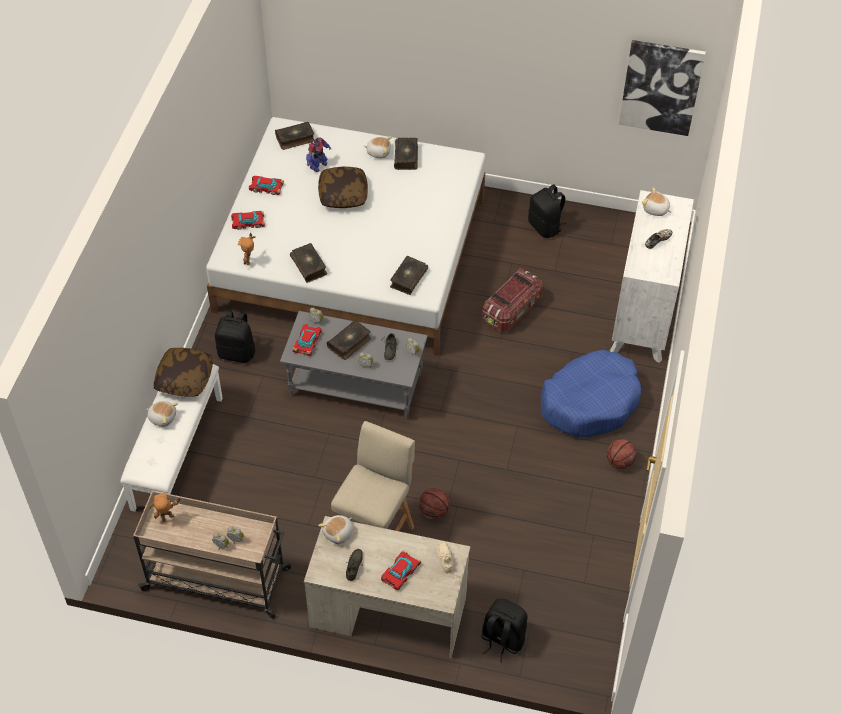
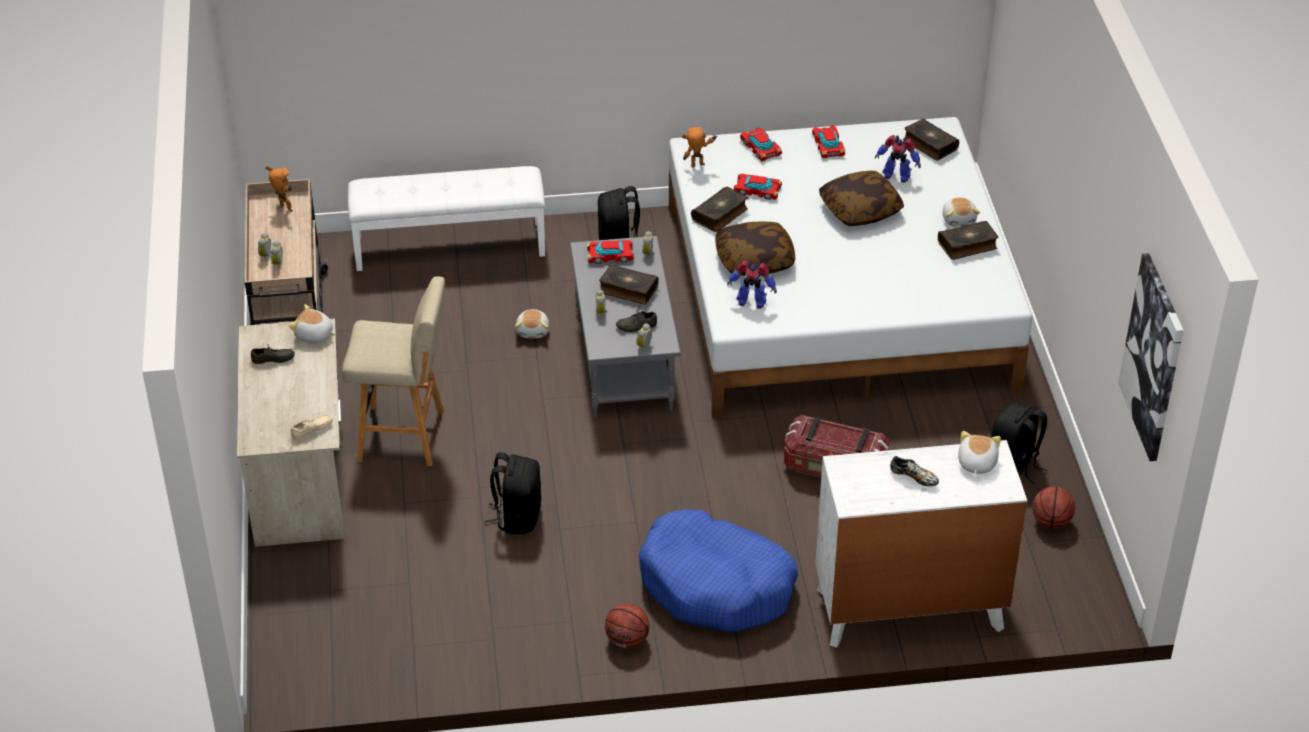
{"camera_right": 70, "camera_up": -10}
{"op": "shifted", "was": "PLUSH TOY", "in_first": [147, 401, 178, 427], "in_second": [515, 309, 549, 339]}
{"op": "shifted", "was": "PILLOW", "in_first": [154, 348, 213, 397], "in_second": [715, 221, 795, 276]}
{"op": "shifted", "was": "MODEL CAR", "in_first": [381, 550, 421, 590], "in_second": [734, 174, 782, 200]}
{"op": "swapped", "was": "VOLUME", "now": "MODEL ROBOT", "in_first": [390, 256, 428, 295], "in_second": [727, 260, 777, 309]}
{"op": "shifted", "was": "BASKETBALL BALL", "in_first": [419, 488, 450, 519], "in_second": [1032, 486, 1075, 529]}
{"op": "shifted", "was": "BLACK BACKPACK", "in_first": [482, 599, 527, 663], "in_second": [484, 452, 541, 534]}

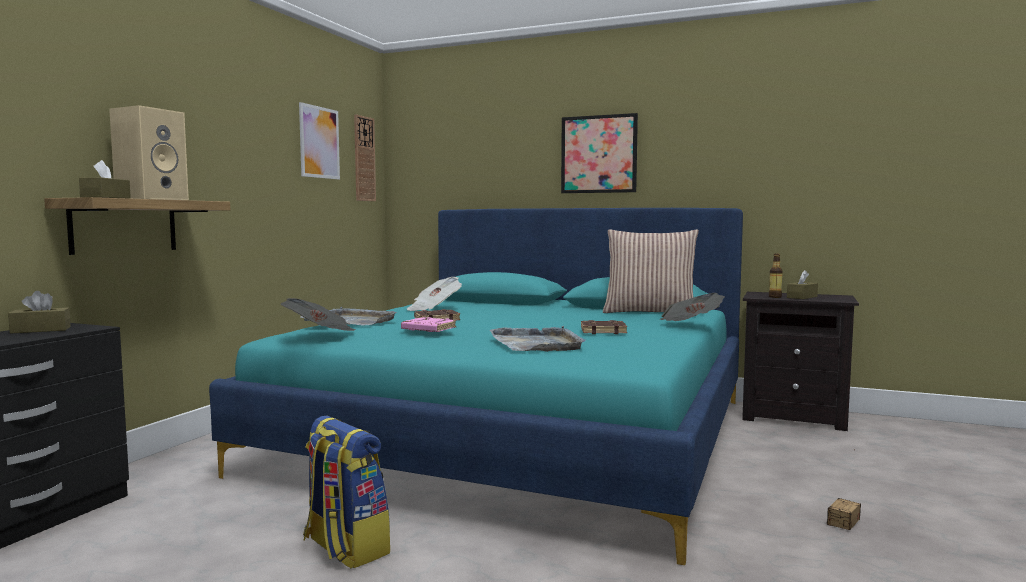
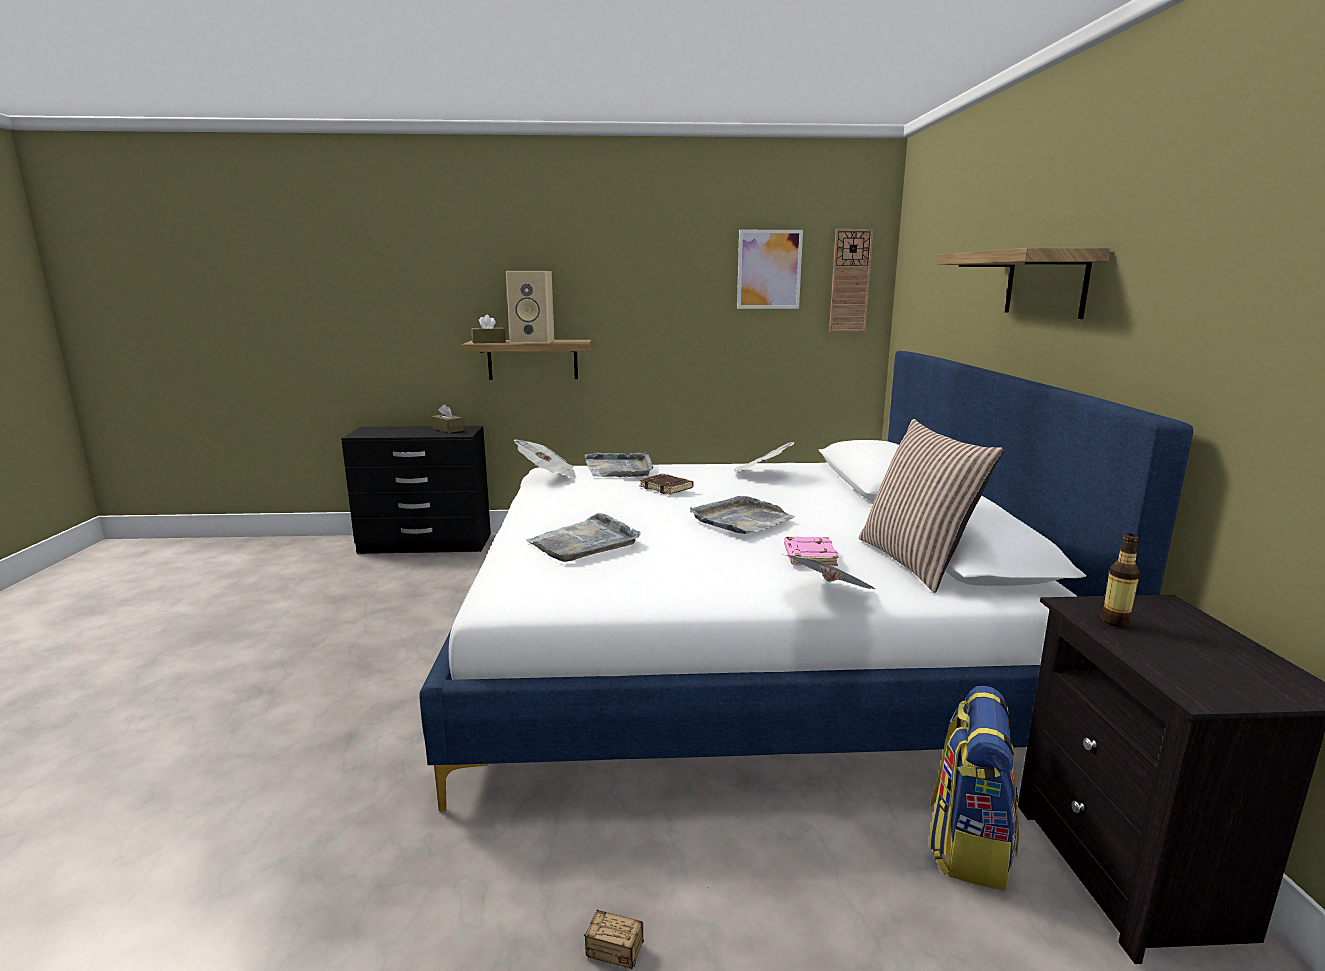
{"camera_right": 65, "camera_up": 10}
{"op": "repainted", "was": "BLUE-GREEN BEDROOM BED", "now": "WHITE-COLOURED BEDROOM BED", "in_first": [209, 208, 743, 565], "in_second": [419, 351, 1194, 811]}
{"op": "shifted", "was": "BACKPACK", "in_first": [303, 415, 390, 569], "in_second": [929, 686, 1019, 891]}
{"op": "shifted", "was": "PINK VOLUME", "in_first": [401, 317, 456, 332], "in_second": [784, 537, 839, 566]}
{"op": "swapped", "was": "WALL ART", "now": "BRACKET SHELF", "in_first": [561, 113, 638, 193], "in_second": [937, 248, 1110, 319]}
{"op": "gone", "was": "BROWN VOLUME", "in_first": [581, 320, 627, 334]}
{"op": "gone", "was": "BROWN TISSUE BOX", "in_first": [787, 270, 818, 299]}
{"op": "new", "now": "GREYISH SERVING TRAY", "in_second": [690, 496, 795, 534]}

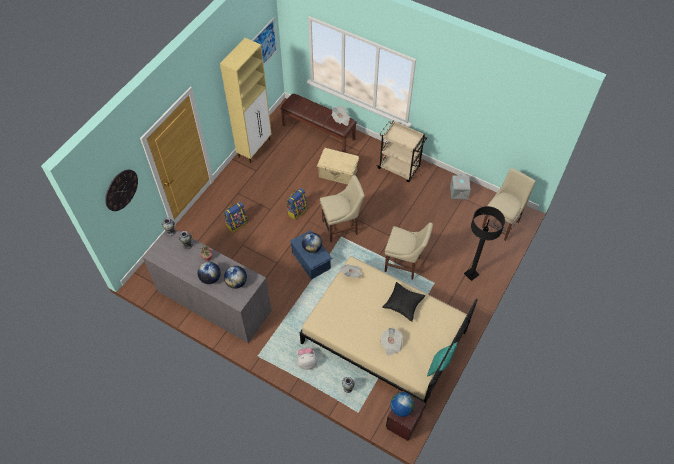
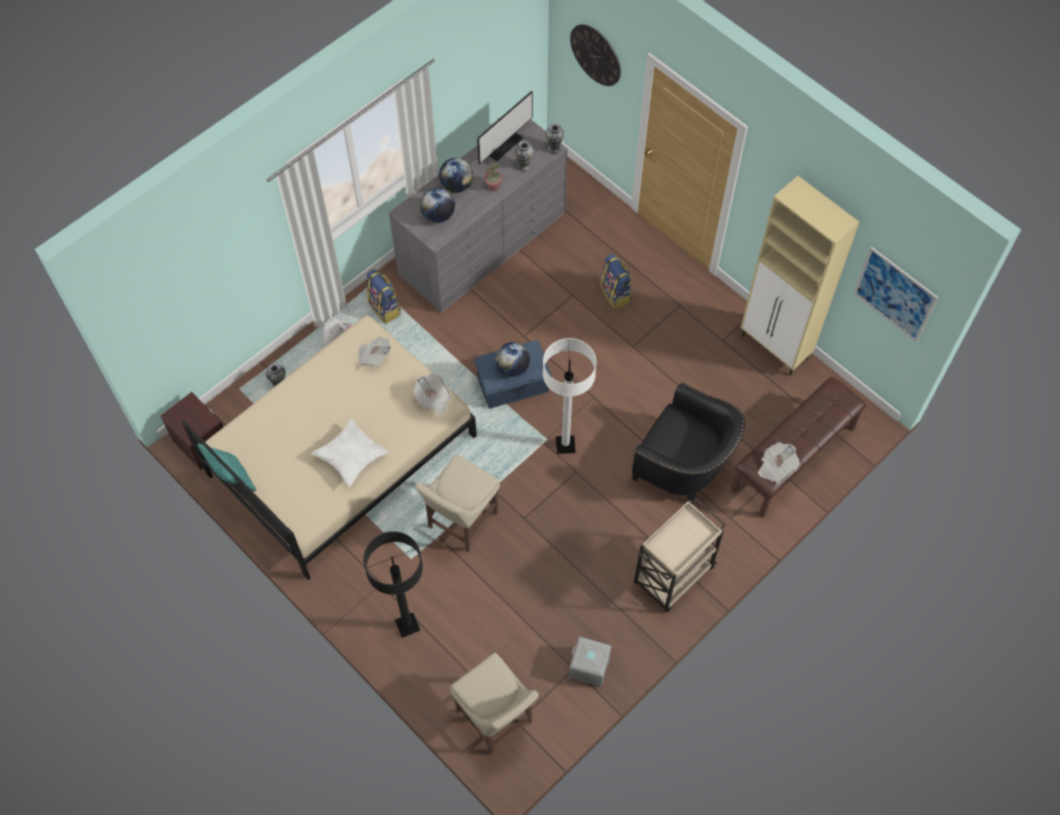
{"camera_right": 105, "camera_up": 5}
{"op": "shifted", "was": "BACKPACK", "in_first": [287, 188, 307, 220], "in_second": [367, 269, 401, 324]}
{"op": "swapped", "was": "BEIGE-COLOURED STORAGE BOX", "now": "BLACK ARMCHAIR", "in_first": [317, 148, 359, 185], "in_second": [632, 382, 745, 502]}
{"op": "swapped", "was": "BEIGE-COLOURED UPRIGHT CHAIR", "now": "WHITE-COLOURED STANDING LAMP", "in_first": [320, 175, 365, 242], "in_second": [543, 338, 596, 454]}
{"op": "shifted", "was": "DAILY PAPER", "in_first": [380, 327, 403, 356], "in_second": [358, 337, 391, 366]}
{"op": "repainted", "was": "BLACK PILLOW", "now": "WHITE-COLOURED PILLOW", "in_first": [382, 282, 425, 322], "in_second": [311, 418, 389, 487]}
{"op": "gone", "was": "DESK GLOBE", "in_first": [391, 392, 415, 417]}
{"op": "new", "now": "COMPUTER DISPLAY", "in_second": [477, 91, 533, 164]}

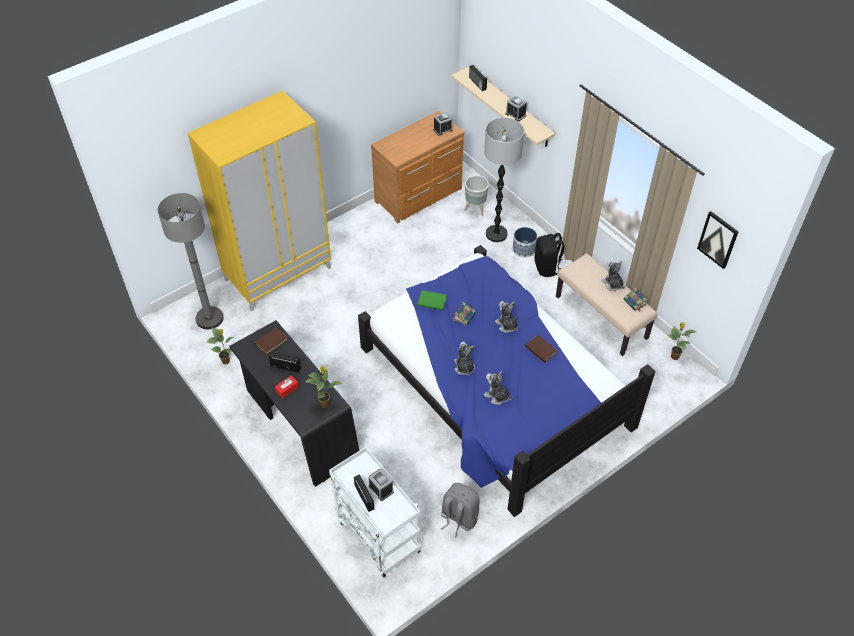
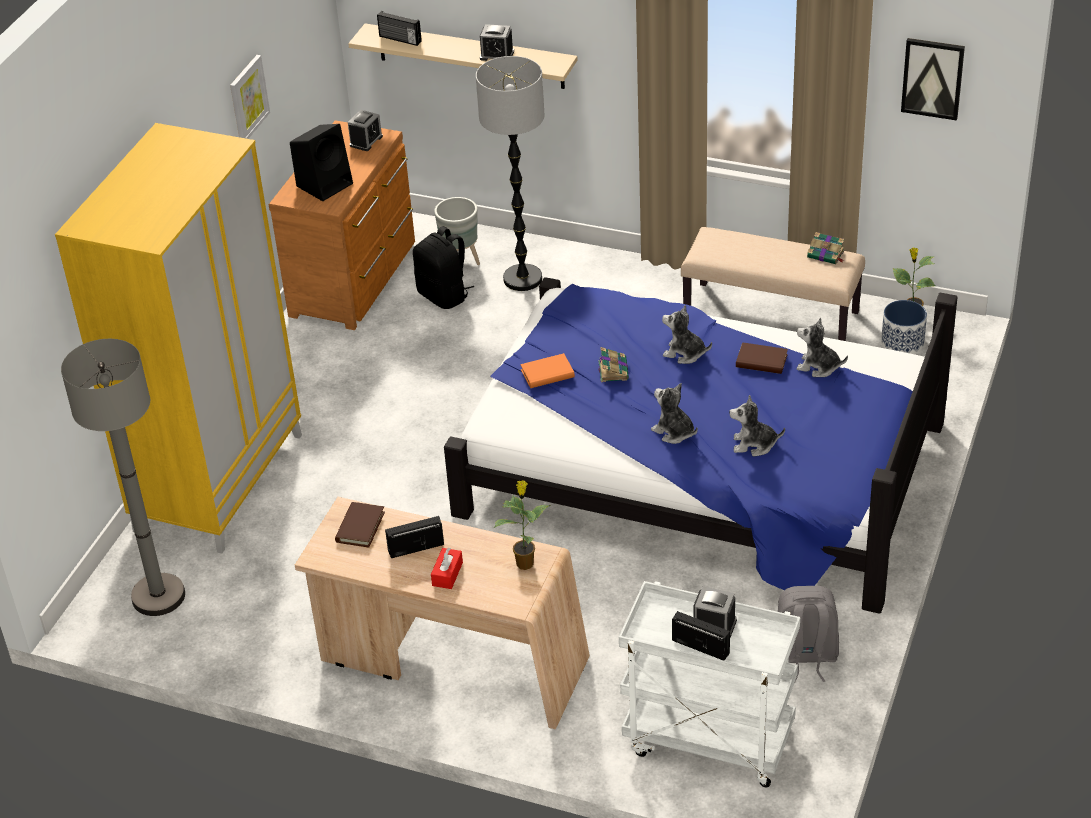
{"camera_right": -30, "camera_up": -10}
{"op": "gone", "was": "POTTED PLANT", "in_first": [206, 328, 234, 365]}
{"op": "repainted", "was": "BLACK DESK TABLE", "now": "BEIGE-COLOURED DESK TABLE", "in_first": [229, 320, 359, 487], "in_second": [295, 497, 590, 729]}
{"op": "repainted", "was": "GREEN-COLOURED VOLUME", "now": "ORANGE-COLOURED VOLUME", "in_first": [418, 290, 447, 310], "in_second": [520, 353, 575, 388]}
{"op": "shifted", "was": "FLOWER POT", "in_first": [513, 227, 537, 258], "in_second": [881, 300, 927, 354]}
{"op": "shifted", "was": "BLACK BACKPACK", "in_first": [535, 233, 565, 277], "in_second": [413, 226, 474, 309]}
{"op": "shifted", "was": "PLUSH TOY", "in_first": [601, 261, 625, 291], "in_second": [797, 318, 848, 377]}
{"op": "new", "now": "WALL ART", "in_second": [230, 55, 270, 139]}
{"op": "new", "now": "BLACK SPEAKER", "in_second": [290, 124, 353, 201]}

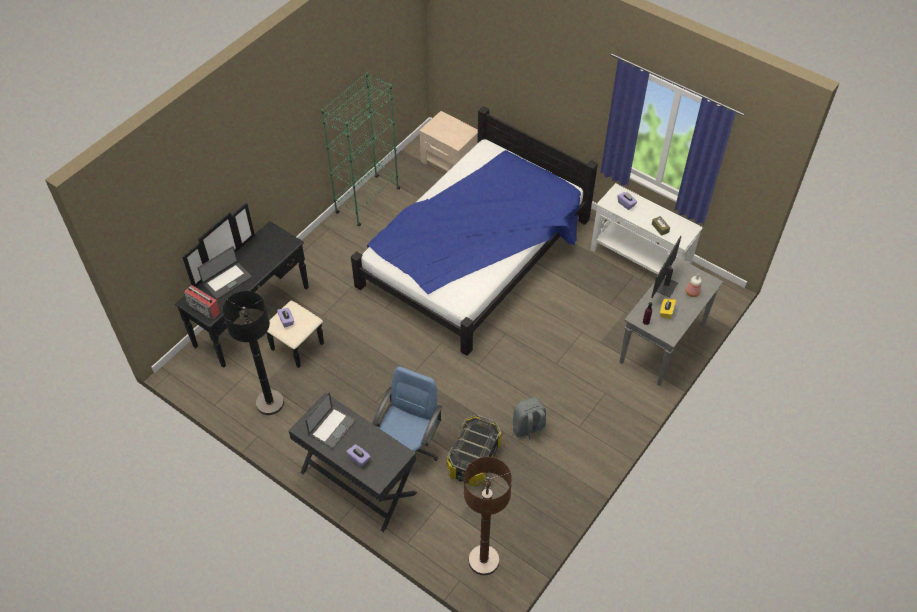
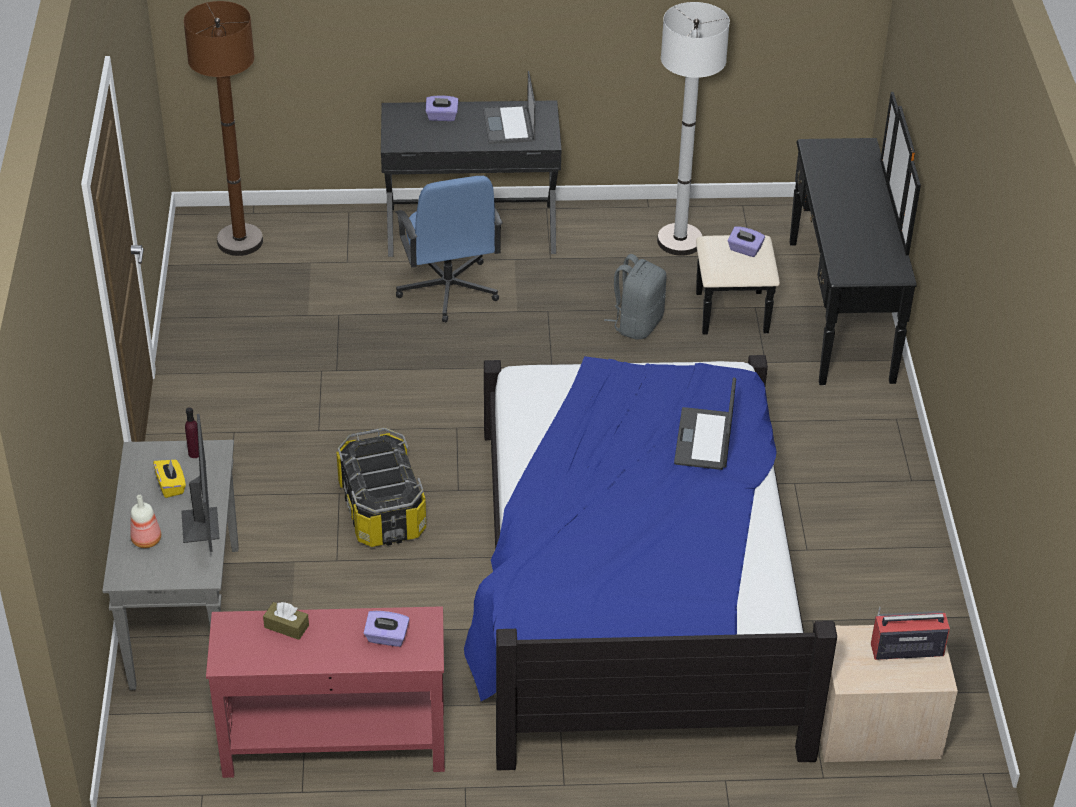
{"camera_right": 140, "camera_up": -10}
{"op": "shifted", "was": "RADIO", "in_first": [184, 285, 220, 319], "in_second": [871, 607, 950, 660]}
{"op": "shifted", "was": "NOTEBOOK COMPUTER", "in_first": [198, 246, 252, 299], "in_second": [674, 377, 736, 470]}
{"op": "repainted", "was": "BLACK STANDING LAMP", "now": "WHITE-COLOURED STANDING LAMP", "in_first": [222, 291, 284, 415], "in_second": [657, 2, 730, 256]}
{"op": "gone", "was": "GREEN-COLOURED BOOKCASE", "in_first": [321, 72, 400, 226]}
{"op": "shifted", "was": "STORAGE BOX", "in_first": [447, 415, 502, 487], "in_second": [336, 428, 426, 547]}
{"op": "shifted", "was": "GREYISH BACKPACK", "in_first": [513, 397, 546, 447], "in_second": [604, 254, 667, 340]}
{"op": "repainted", "was": "WHITE-COLOURED CONSOLE TABLE", "now": "RED-COLOURED CONSOLE TABLE", "in_first": [590, 183, 703, 275], "in_second": [206, 606, 445, 778]}

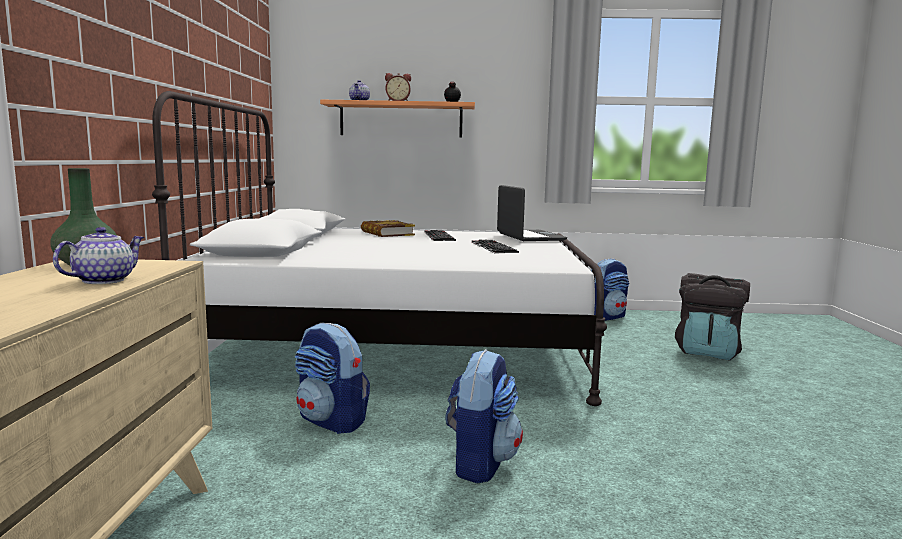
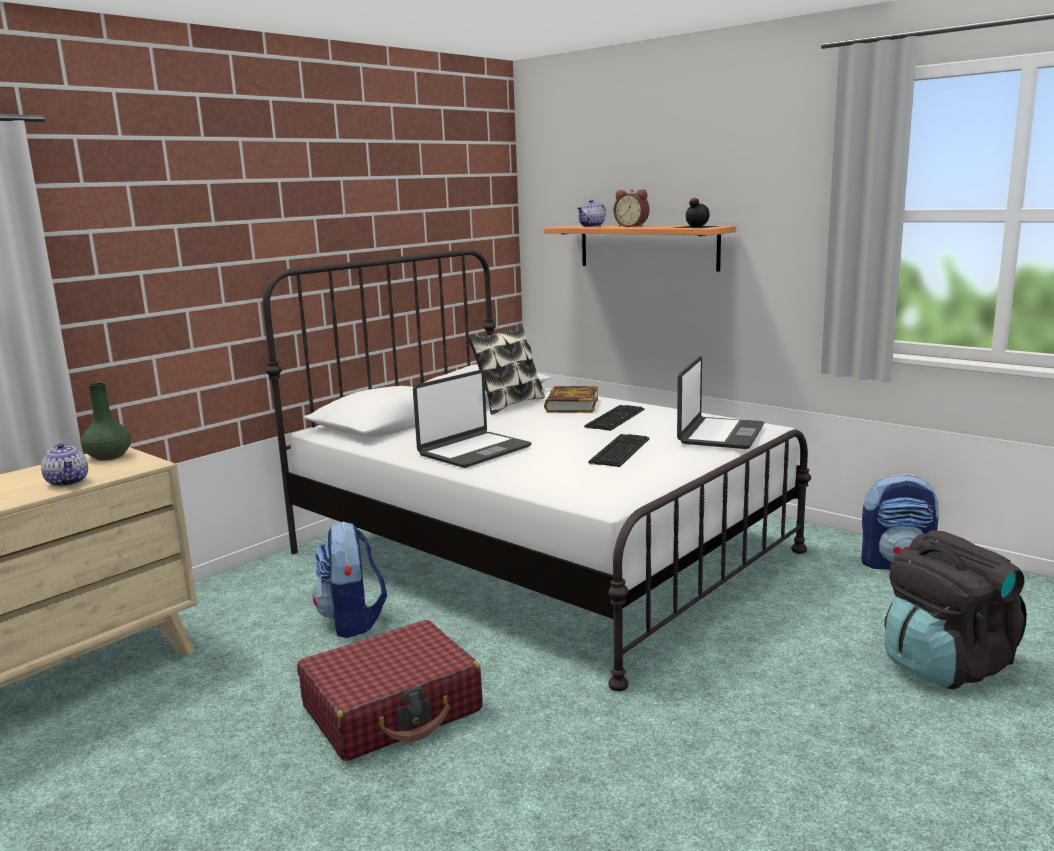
{"camera_right": 40, "camera_up": 5}
{"op": "rotated", "was": "TEAPOT", "in_first": [53, 227, 145, 284], "in_second": [41, 443, 88, 487], "clockwise": 75}
{"op": "swapped", "was": "BACKPACK", "now": "RED-COLOURED PIECE OF LUGGAGE", "in_first": [445, 349, 523, 483], "in_second": [297, 620, 483, 761]}
{"op": "new", "now": "NOTEBOOK COMPUTER", "in_second": [413, 370, 531, 468]}
{"op": "new", "now": "PILLOW", "in_second": [467, 324, 545, 414]}

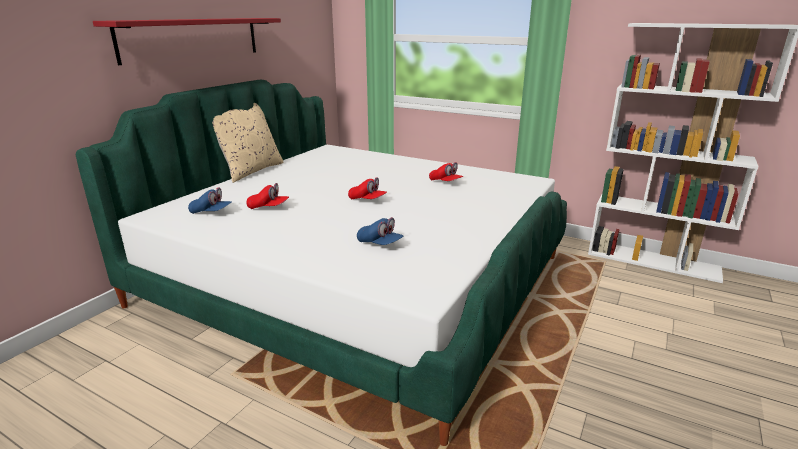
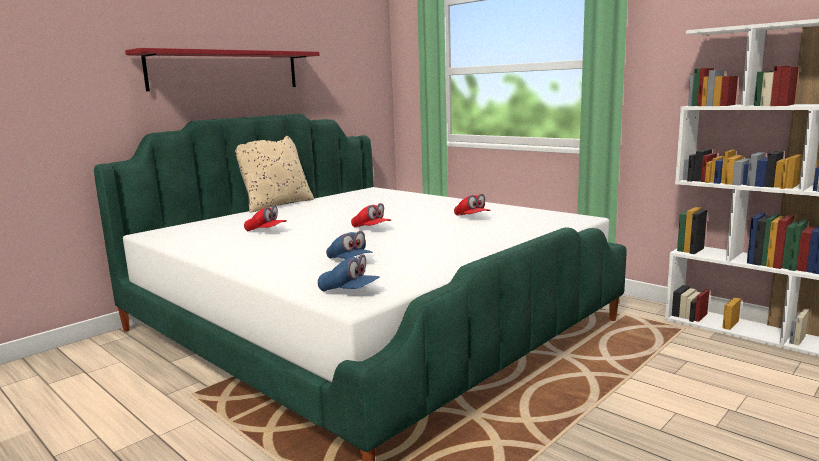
{"camera_right": 15, "camera_up": -10}
{"op": "shifted", "was": "BLUISH BASEBALL CAP", "in_first": [188, 188, 232, 214], "in_second": [318, 254, 380, 291]}

